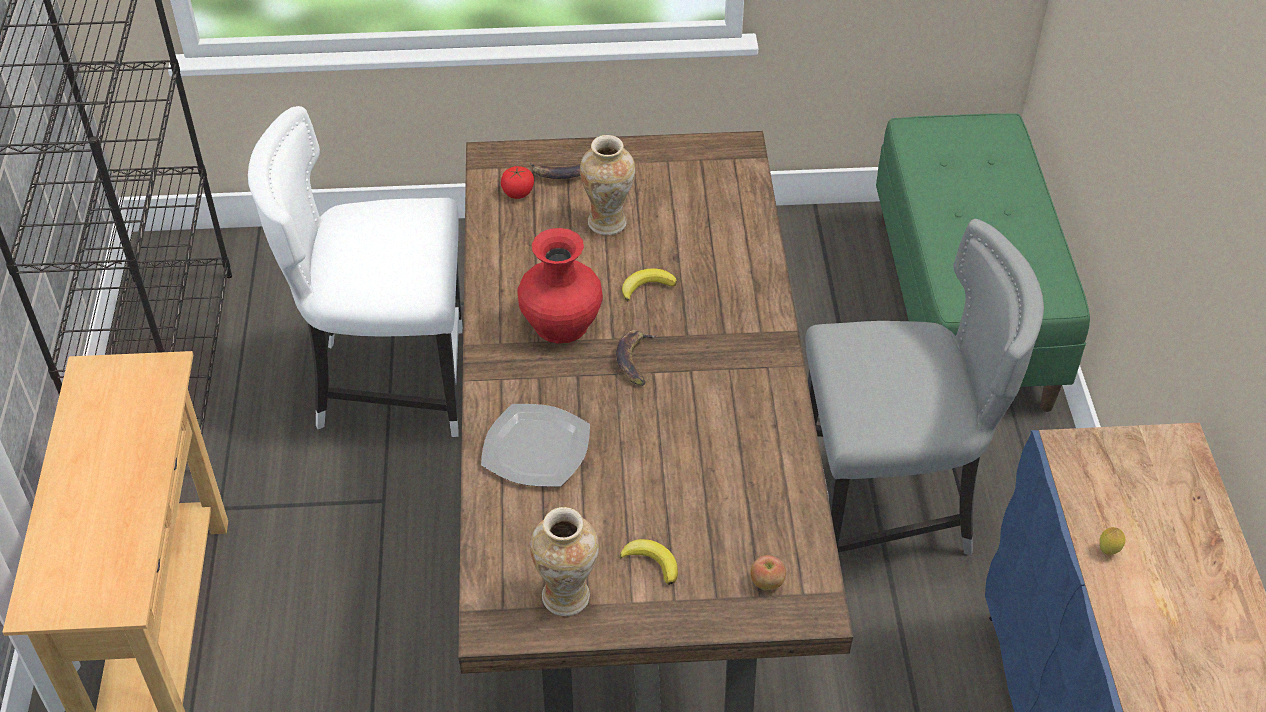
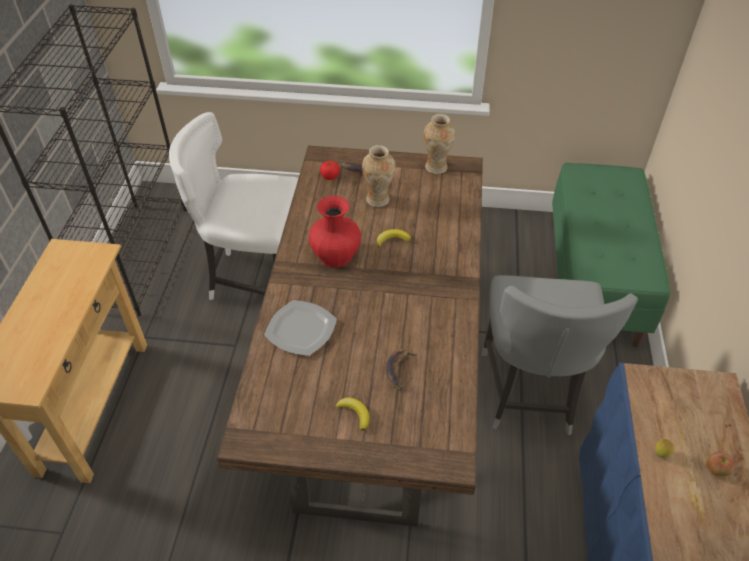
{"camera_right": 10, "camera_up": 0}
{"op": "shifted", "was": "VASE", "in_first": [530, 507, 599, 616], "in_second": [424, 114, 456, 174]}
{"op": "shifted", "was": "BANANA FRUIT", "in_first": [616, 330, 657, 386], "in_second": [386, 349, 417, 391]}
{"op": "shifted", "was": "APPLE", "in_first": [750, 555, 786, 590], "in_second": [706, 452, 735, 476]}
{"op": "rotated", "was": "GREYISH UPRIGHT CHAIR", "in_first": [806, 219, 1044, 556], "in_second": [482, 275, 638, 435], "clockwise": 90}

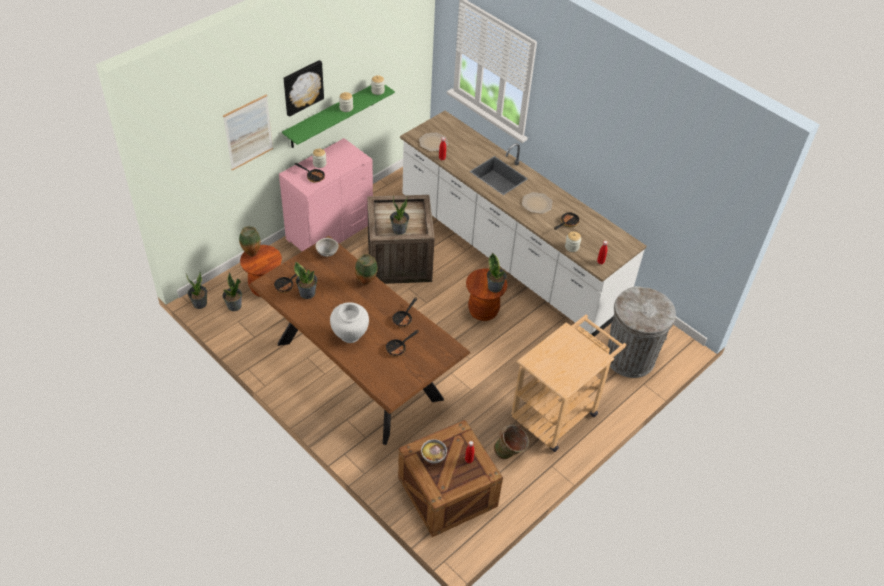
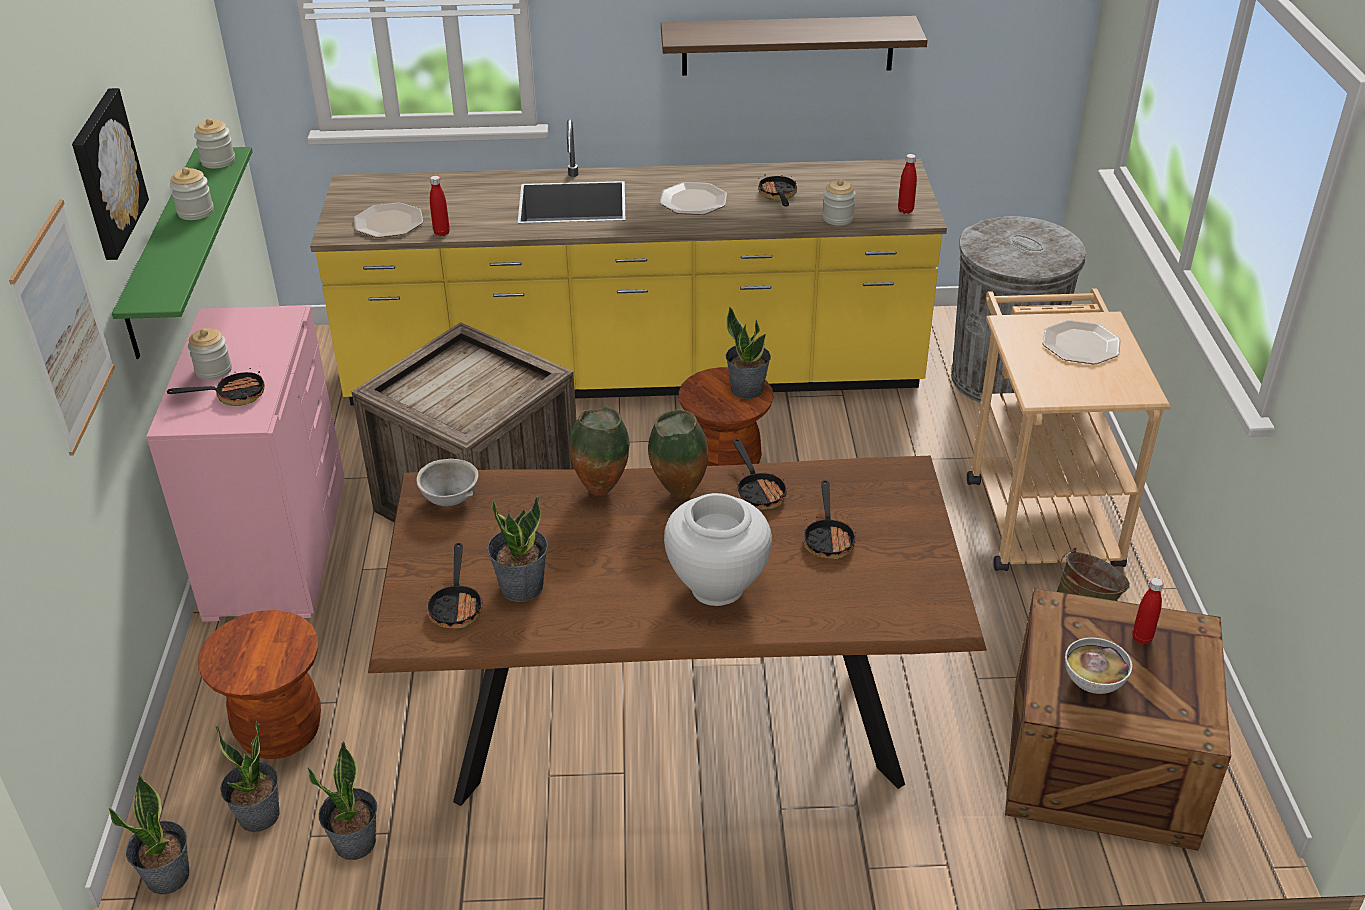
{"camera_right": -45, "camera_up": -10}
{"op": "shifted", "was": "VASE", "in_first": [239, 226, 261, 257], "in_second": [648, 410, 708, 499]}
{"op": "shifted", "was": "POTTED PLANT", "in_first": [390, 196, 409, 235], "in_second": [308, 741, 377, 860]}
{"op": "repainted", "was": "WHITE-COLOURED KITCHEN COUNTER", "now": "YELLOW-COLOURED KITCHEN COUNTER", "in_first": [400, 111, 647, 337], "in_second": [310, 119, 947, 405]}
{"op": "new", "now": "BRACKET SHELF", "in_second": [661, 16, 928, 76]}
{"op": "new", "now": "FLAT DISH", "in_second": [1043, 320, 1121, 364]}

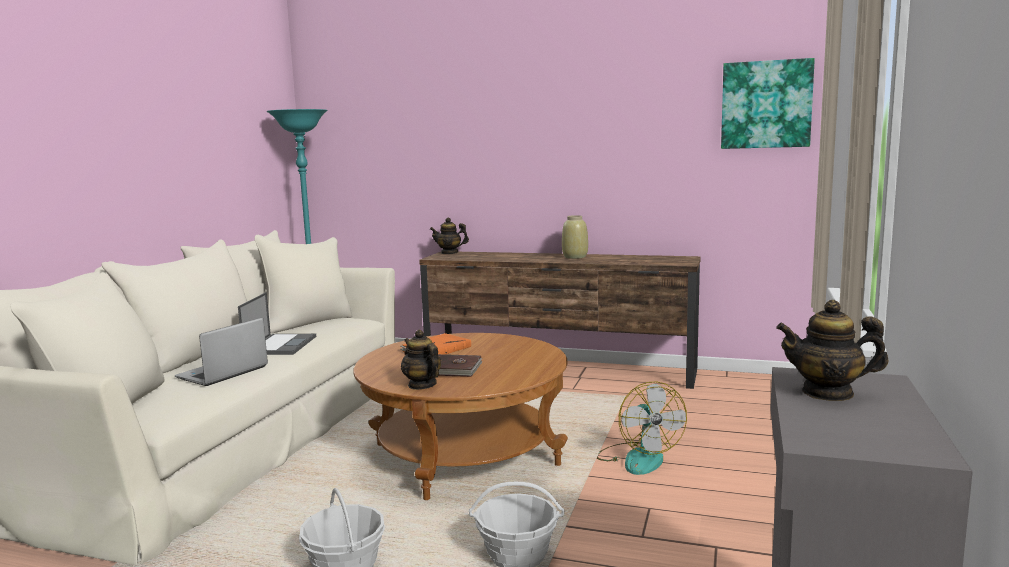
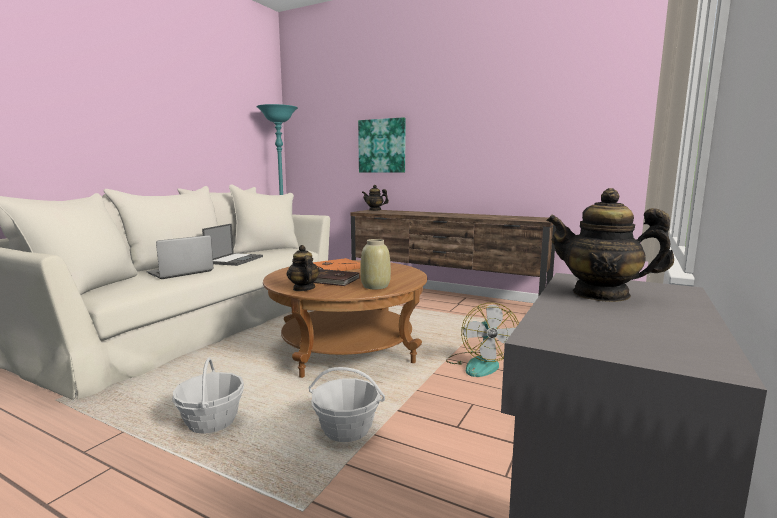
{"camera_right": 10, "camera_up": 0}
{"op": "shifted", "was": "BEIGE-COLOURED VASE", "in_first": [562, 215, 588, 259], "in_second": [360, 239, 391, 289]}
{"op": "shifted", "was": "WALL ART", "in_first": [721, 58, 815, 149], "in_second": [358, 117, 406, 173]}

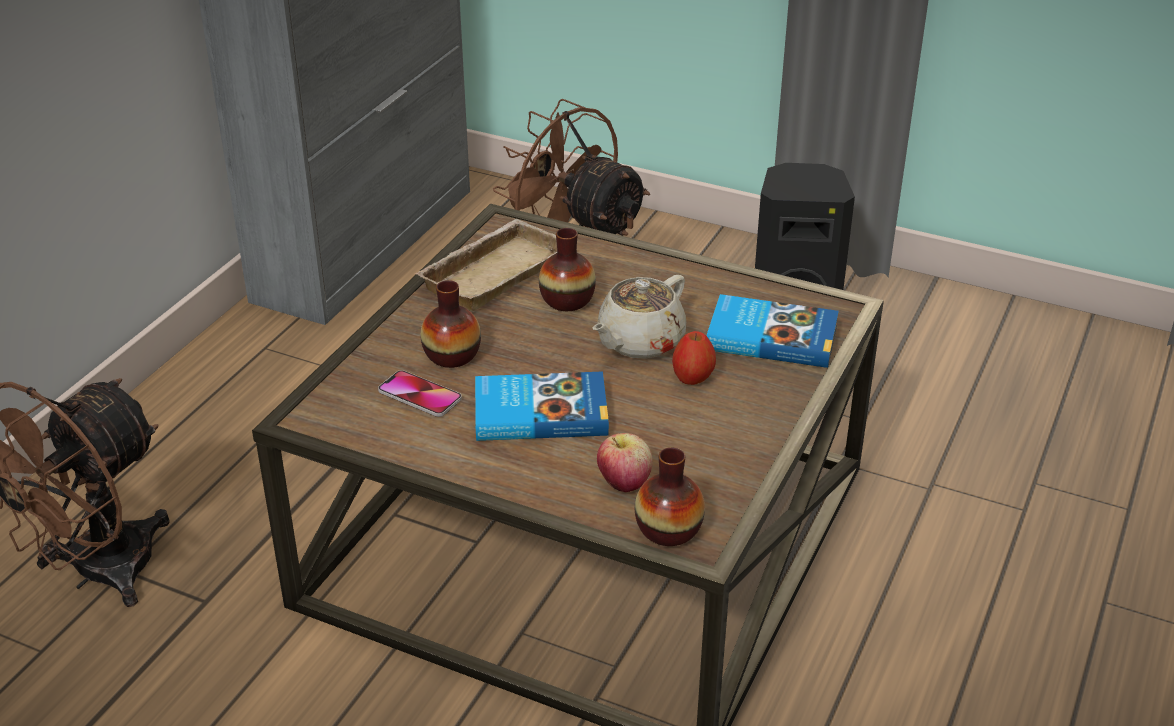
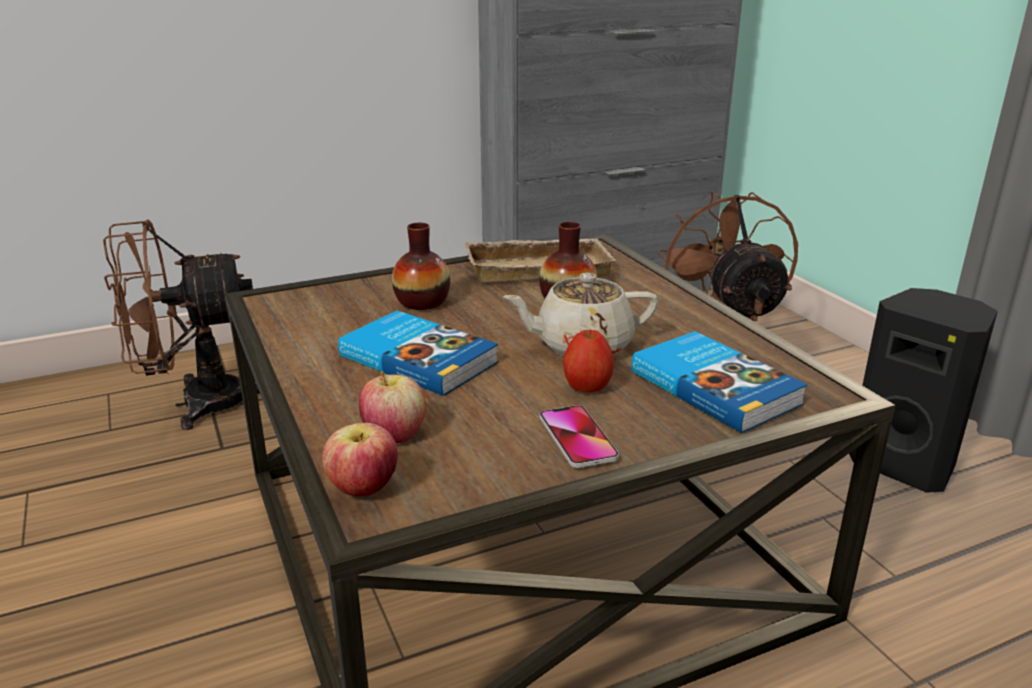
{"camera_right": 40, "camera_up": -10}
{"op": "shifted", "was": "TELEPHONE", "in_first": [378, 370, 462, 417], "in_second": [539, 405, 619, 468]}
{"op": "swapped", "was": "VASE", "now": "APPLE", "in_first": [635, 447, 705, 546], "in_second": [322, 423, 398, 496]}

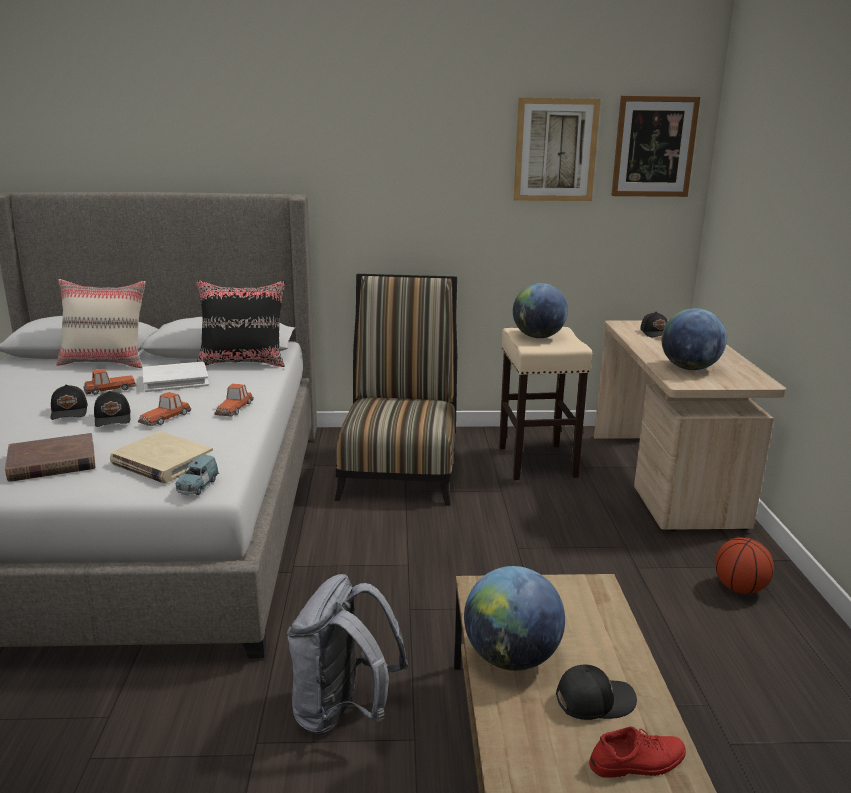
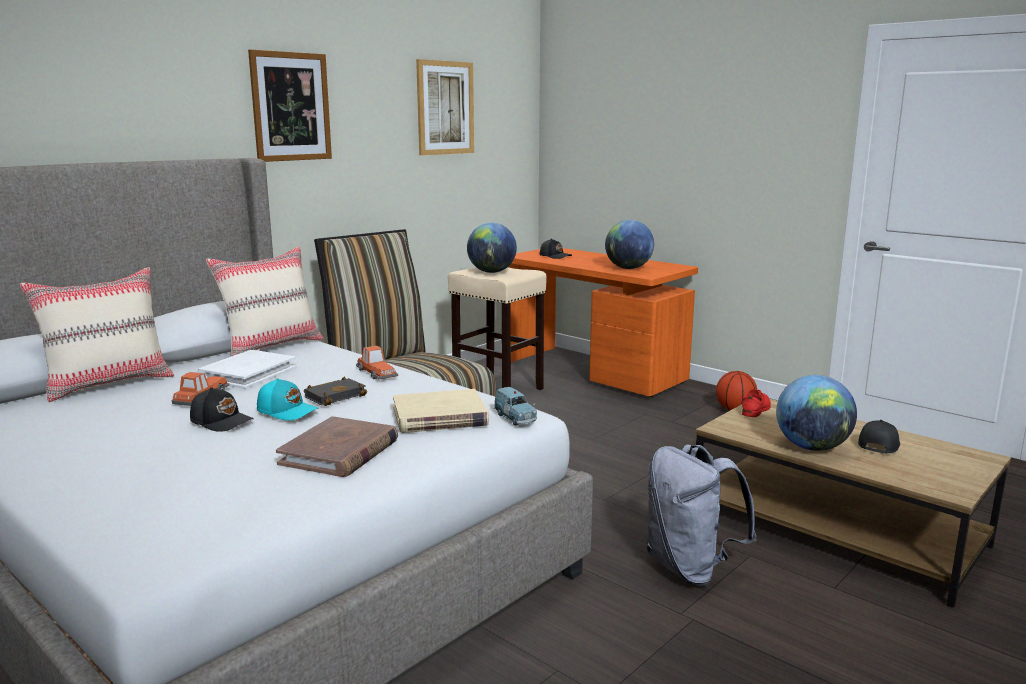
{"camera_right": -45, "camera_up": -5}
{"op": "repainted", "was": "BLACK BASEBALL CAP", "now": "BLUE-GREEN BASEBALL CAP", "in_first": [94, 391, 131, 427], "in_second": [257, 378, 318, 420]}
{"op": "swapped", "was": "MODEL CAR", "now": "BLACK VOLUME", "in_first": [138, 392, 191, 426], "in_second": [304, 377, 367, 406]}
{"op": "repainted", "was": "BLACK PILLOW", "now": "BEIGE-COLOURED PILLOW", "in_first": [197, 280, 286, 367], "in_second": [206, 246, 324, 356]}
{"op": "shifted", "was": "RED-COLOURED ITEM OF FOOTWEAR", "in_first": [589, 727, 686, 778], "in_second": [742, 389, 771, 417]}
{"op": "repainted", "was": "BEIGE-COLOURED DESK TABLE", "now": "ORANGE-COLOURED DESK TABLE", "in_first": [594, 320, 786, 531], "in_second": [508, 248, 698, 397]}
{"op": "shifted", "was": "WALL ART", "in_first": [611, 96, 700, 197], "in_second": [248, 49, 332, 162]}

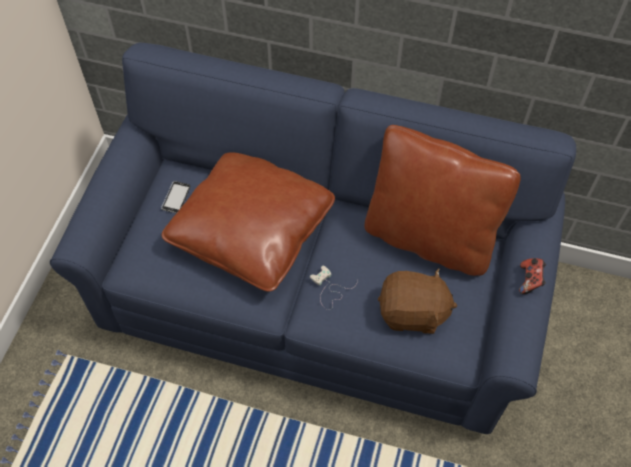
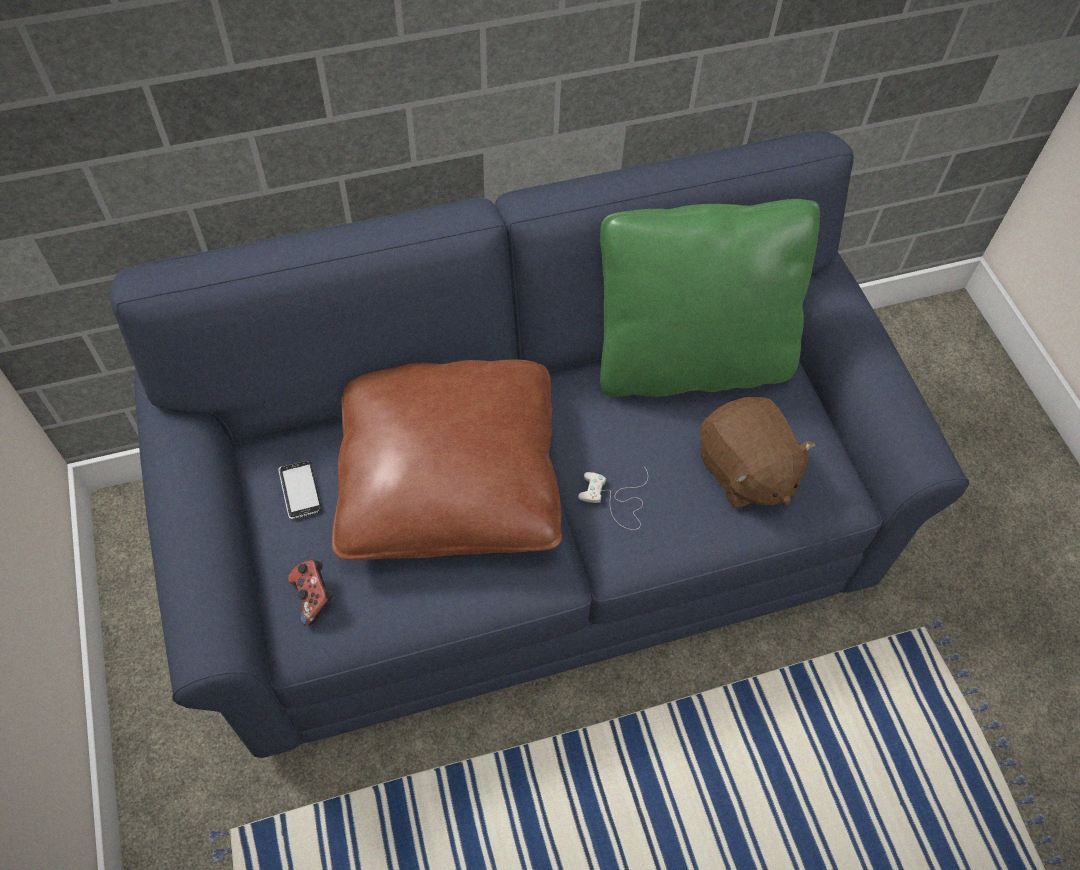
{"camera_right": -35, "camera_up": 0}
{"op": "repainted", "was": "BROWN PILLOW", "now": "GREEN-COLOURED PILLOW", "in_first": [365, 125, 521, 276], "in_second": [600, 199, 820, 397]}
{"op": "rotated", "was": "BROWN PLUSH TOY", "in_first": [378, 268, 457, 334], "in_second": [700, 397, 816, 508], "clockwise": 90}
{"op": "shifted", "was": "GAME CONTROLLER", "in_first": [519, 258, 546, 294], "in_second": [288, 559, 333, 626]}

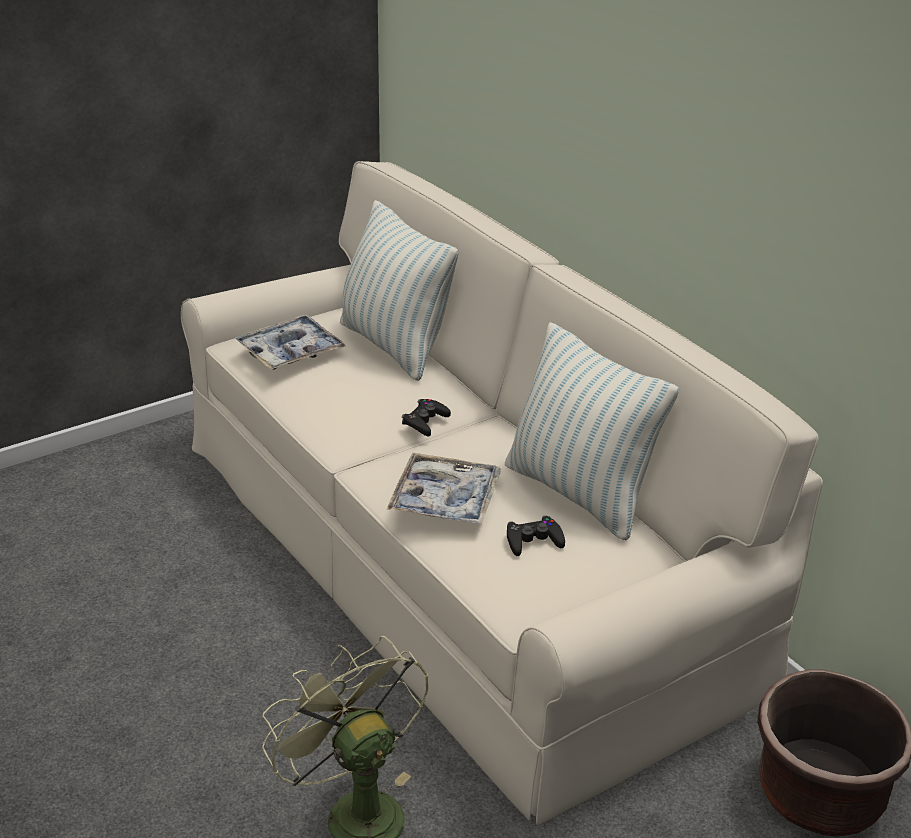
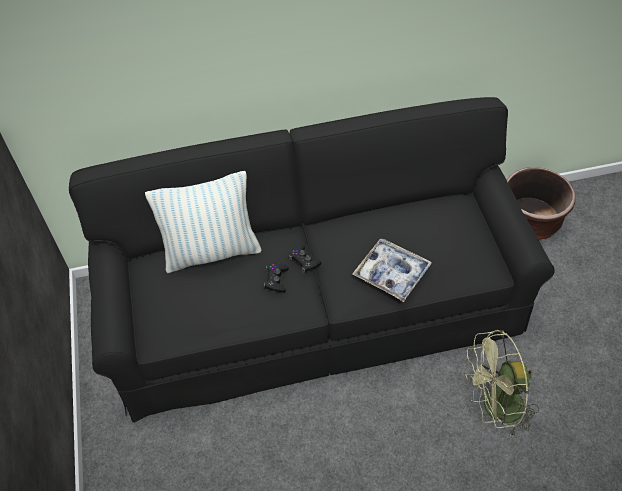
{"camera_right": -65, "camera_up": 20}
{"op": "repainted", "was": "BEIGE-COLOURED SETTEE", "now": "BLACK SETTEE", "in_first": [181, 161, 823, 825], "in_second": [69, 97, 555, 422]}
{"op": "gone", "was": "SERVING TRAY", "in_first": [235, 315, 346, 370]}
{"op": "gone", "was": "PILLOW", "in_first": [505, 322, 679, 541]}
{"op": "shifted", "was": "BLACK GAME CONTROLLER", "in_first": [507, 515, 565, 556], "in_second": [264, 263, 289, 293]}

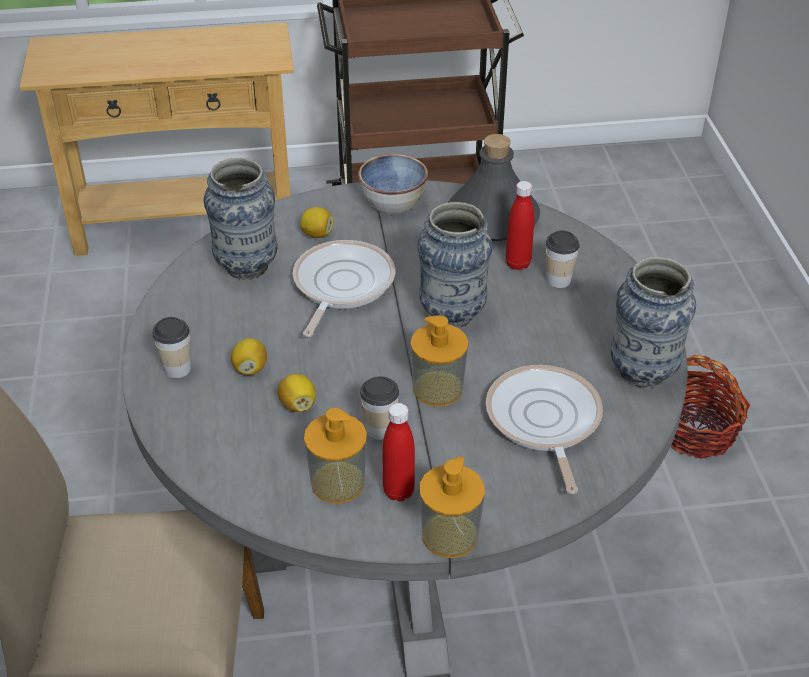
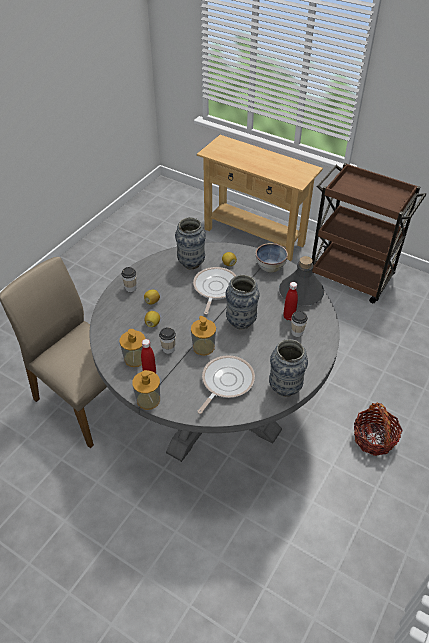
{"camera_right": 40, "camera_up": 5}
{"op": "rotated", "was": "PAN", "in_first": [293, 240, 395, 337], "in_second": [193, 267, 236, 315], "clockwise": -45}

